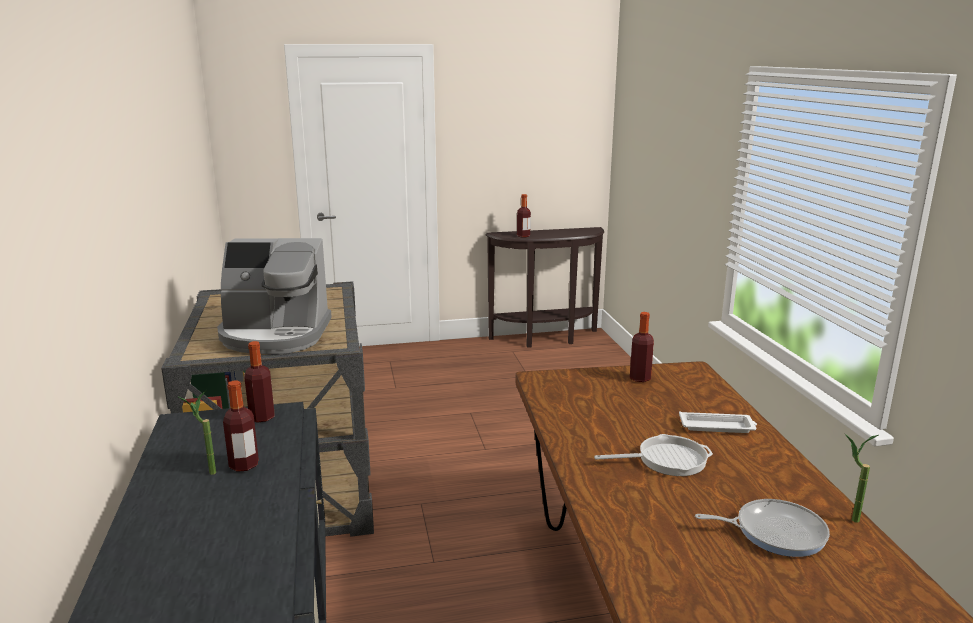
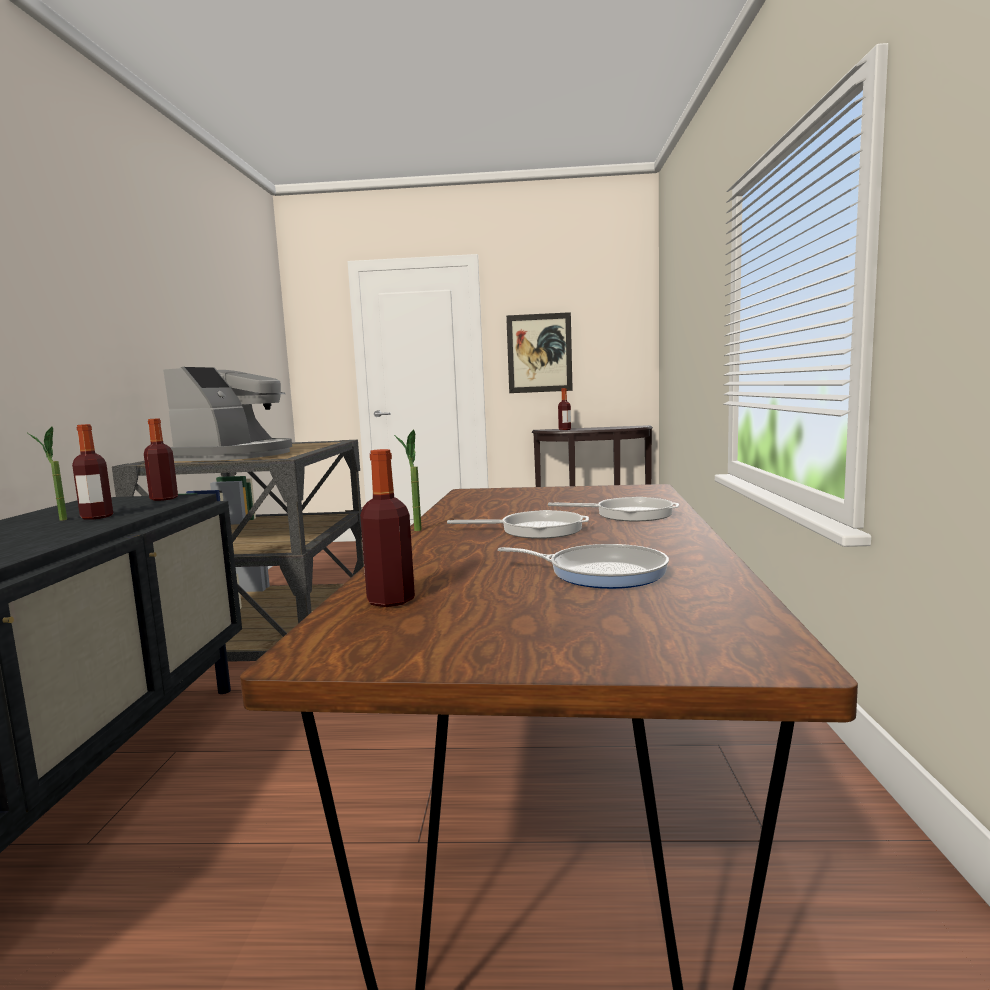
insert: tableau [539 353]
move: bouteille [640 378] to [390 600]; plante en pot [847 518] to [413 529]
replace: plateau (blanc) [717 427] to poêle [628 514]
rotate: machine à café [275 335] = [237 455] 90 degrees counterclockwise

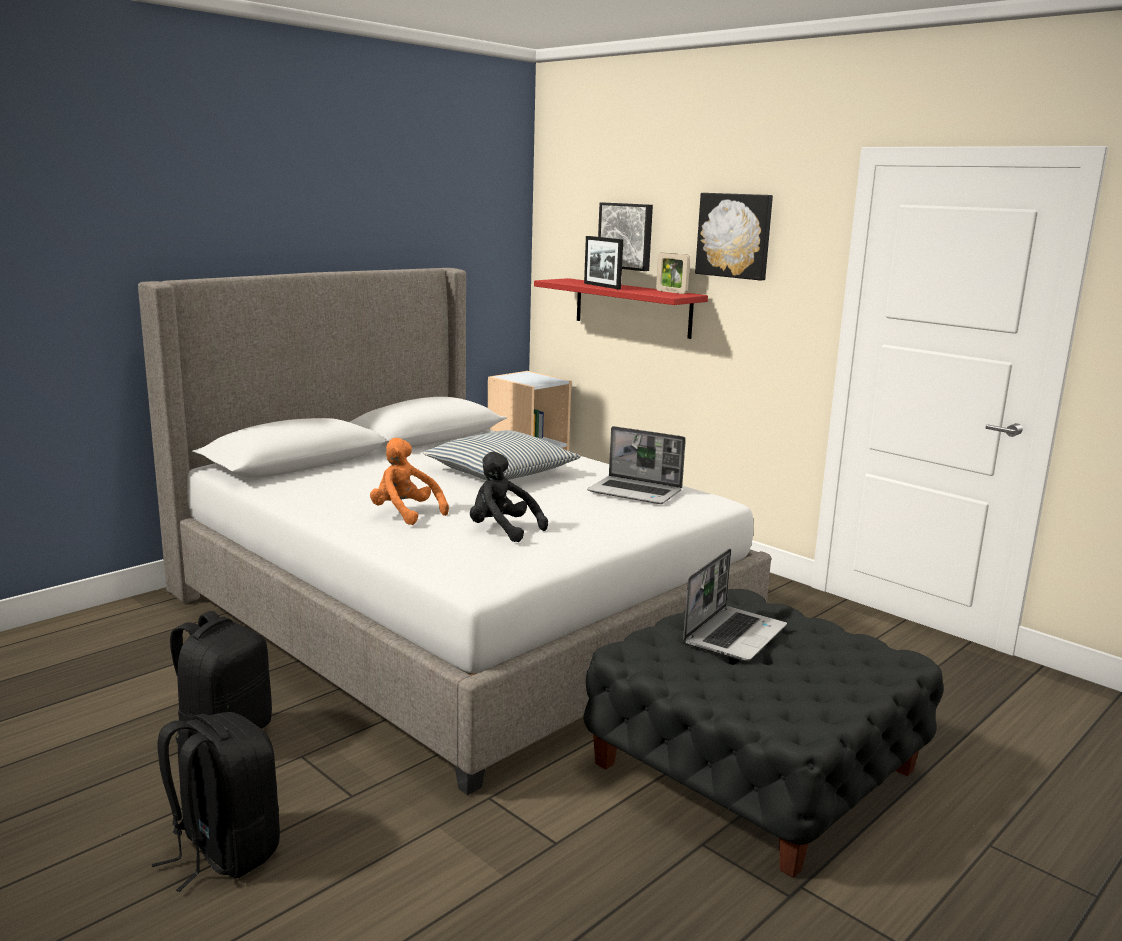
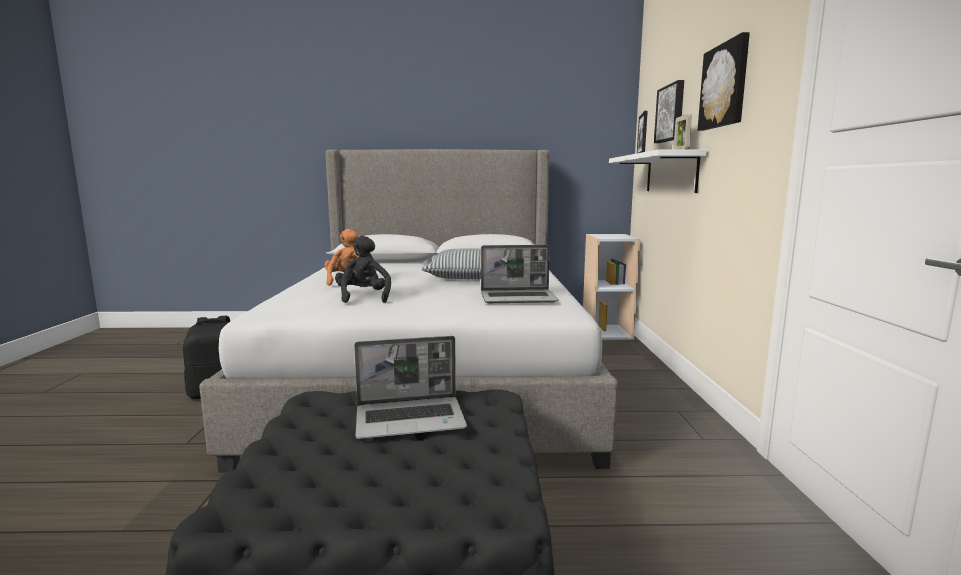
delete: sac à dos (noir) [223 852]
recolor: étagère (rouge) [632 307] to étagère (blanc) [671 173]
rotate: ordinateur portable [636 492] = [519 298] 75 degrees counterclockwise

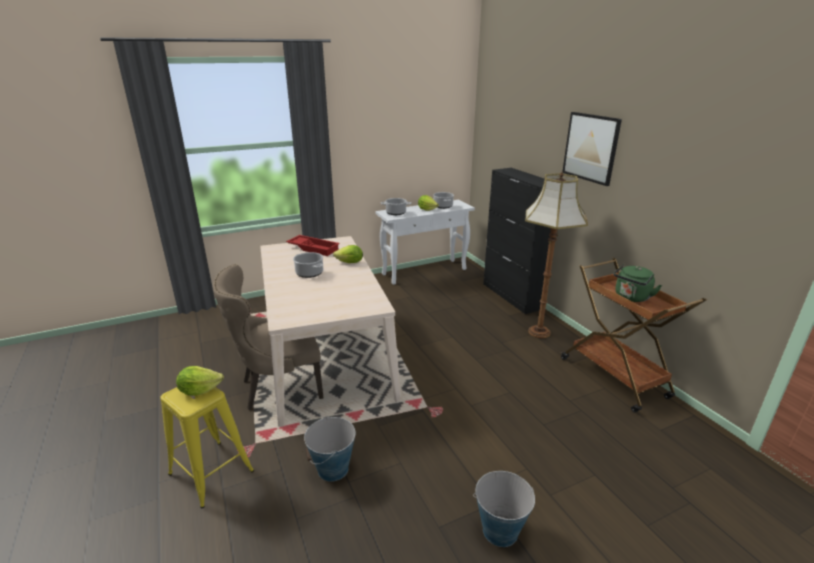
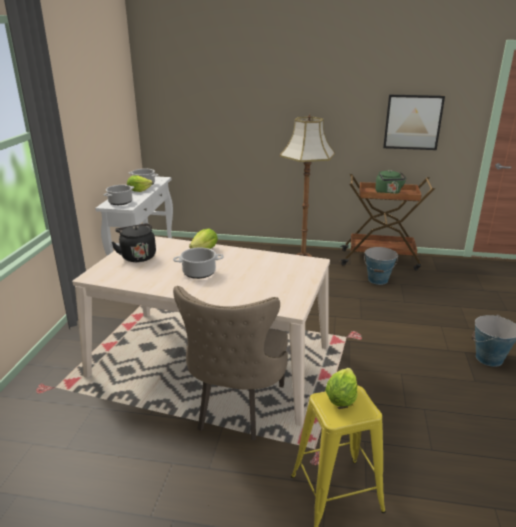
delete: meuble de rangement (noir) [512 296]
move: tableau [590 148] to [412 122]; seau [333 469] to [378 280]
replace: plateau (rouge) [314 248] to bouilloire (noir) [137 256]

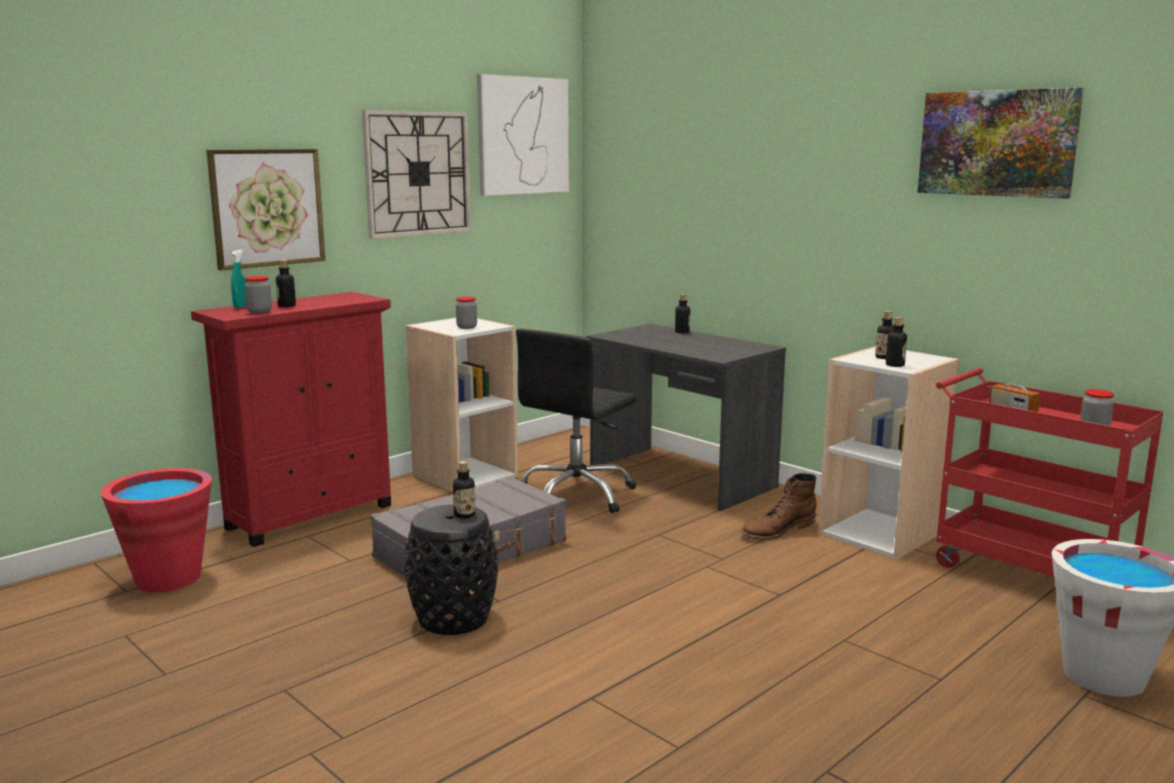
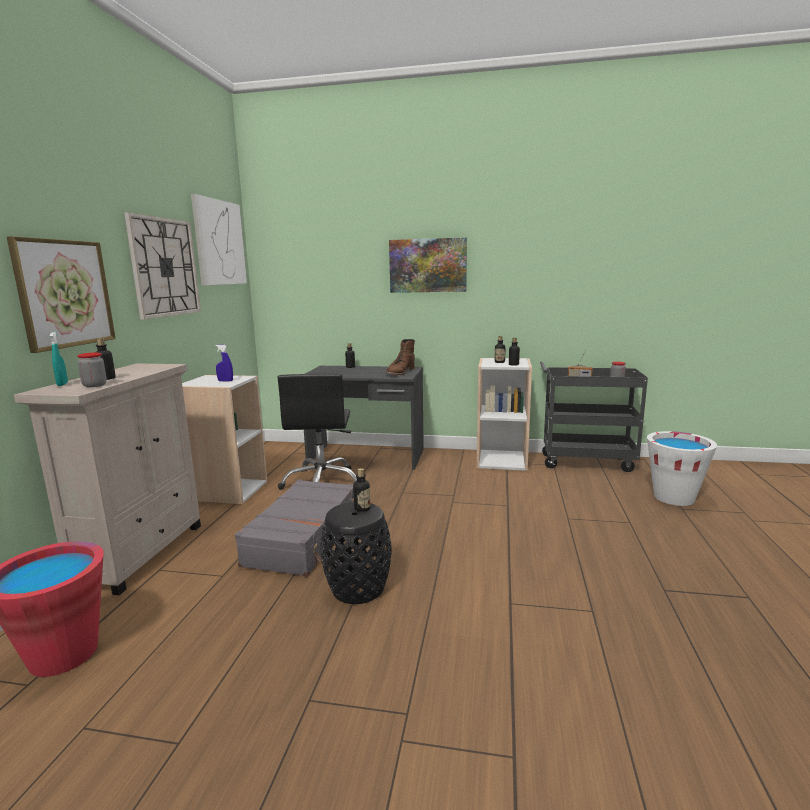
move: tableau [997 143] to [428 265]; botte (marron) [777 530] to [400 372]
replace: bocal [466 327] to vaporisateur (bleu) [225 381]
recolor: meuble de rangement (rouge) [311 516] to meuble de rangement (beige) [141 553]; chariot (rouge) [1024 577] to chariot (gris) [584 463]

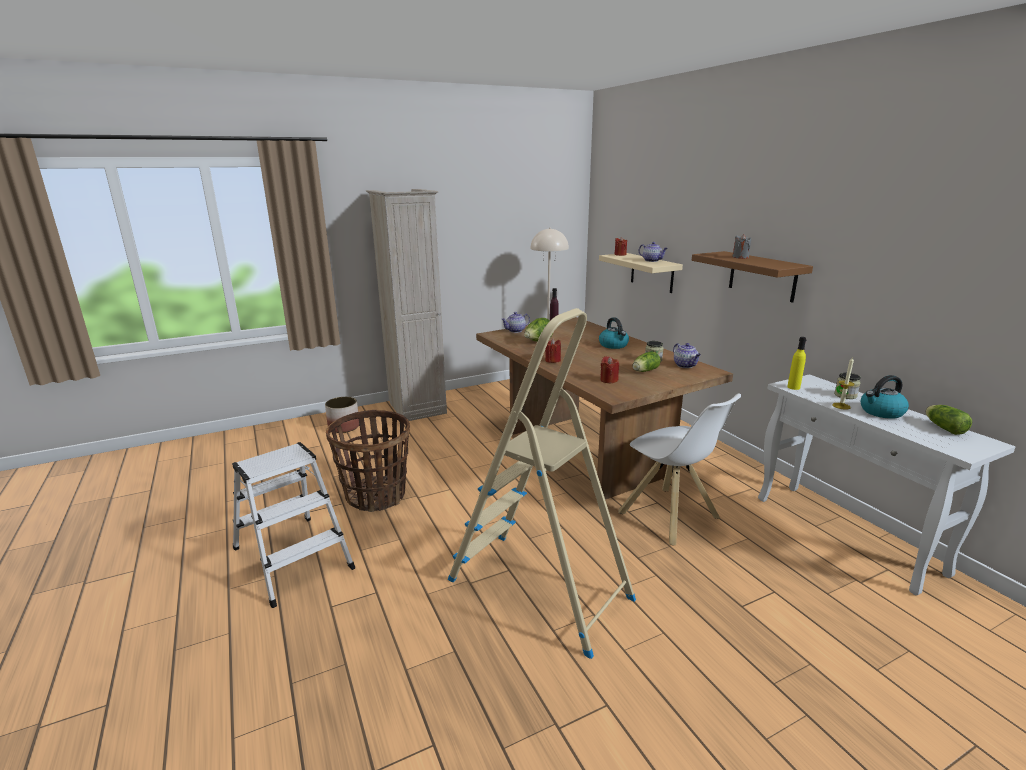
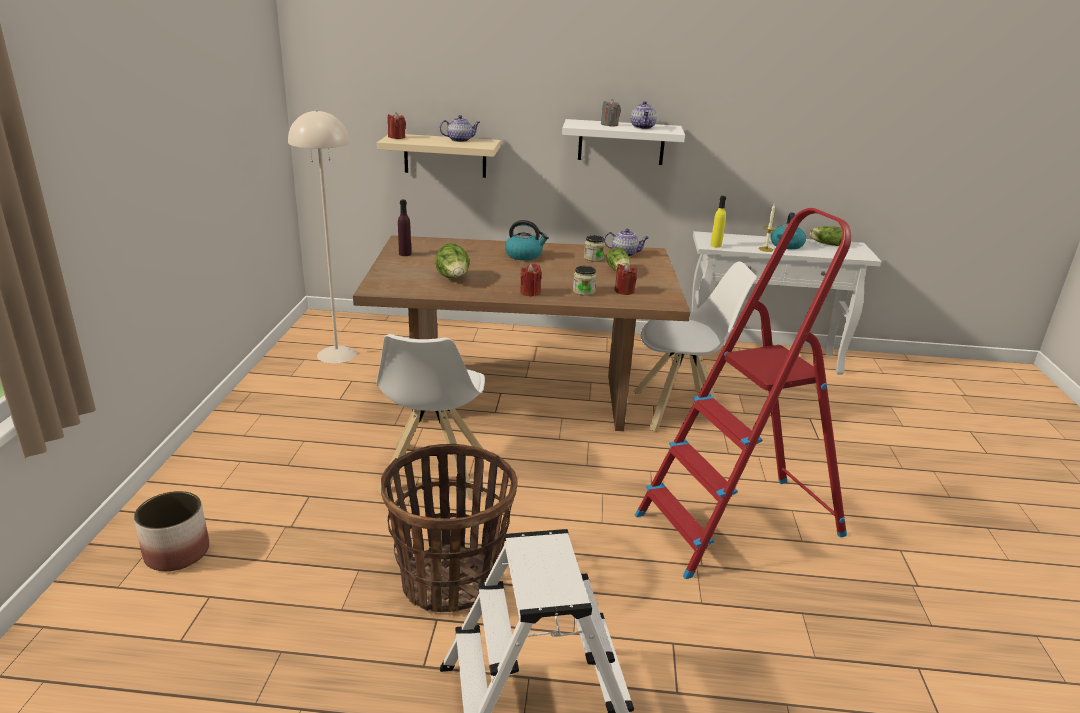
delete: meuble de rangement (beige) [418 408]
insert: chaise (blanc) [432 473]
move: théière [515 330] to [643 127]; bocal [845 395] to [584 291]
recolor: étagère (marron) [762 276] to étagère (blanc) [621 142]; escabeau (beige) [538 588] to escabeau (rouge) [738 525]

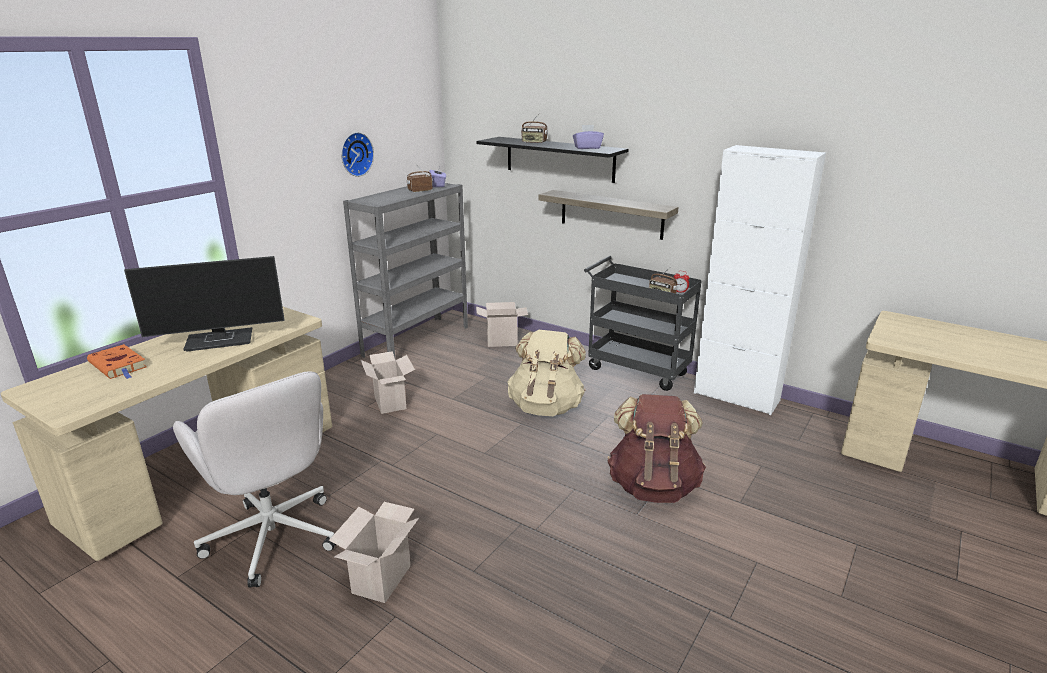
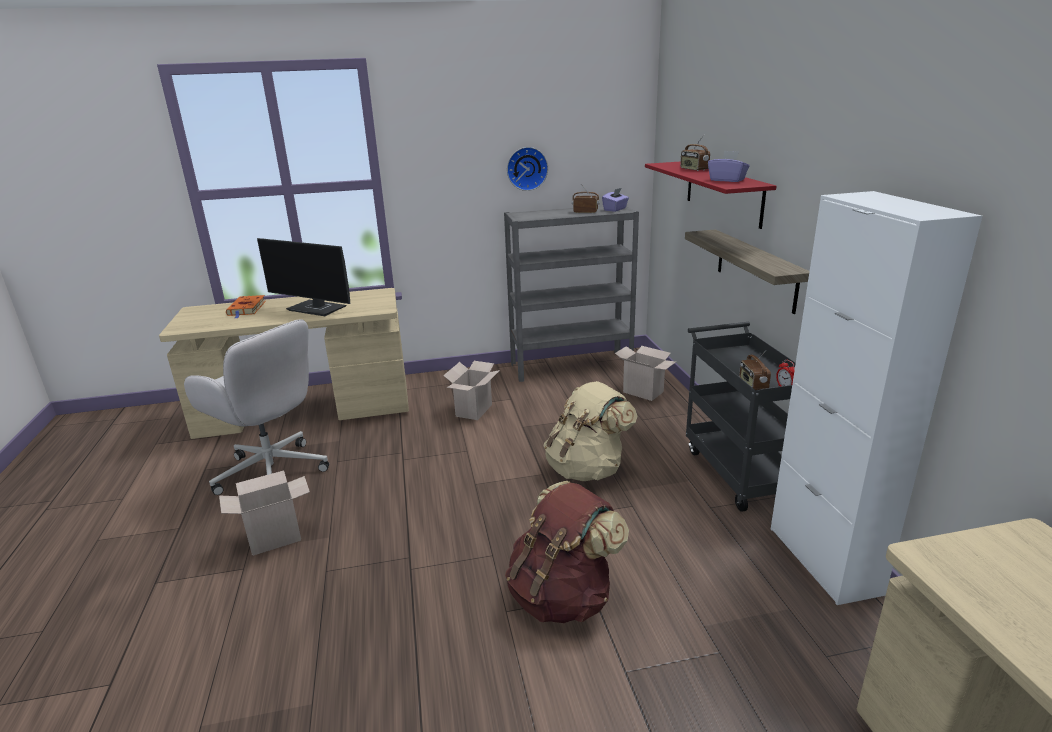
recolor: étagère (noir) [559 159] to étagère (rouge) [723 192]
rotate: chaise de bureau (blanc) [272 538] = [271 473] 60 degrees counterclockwise

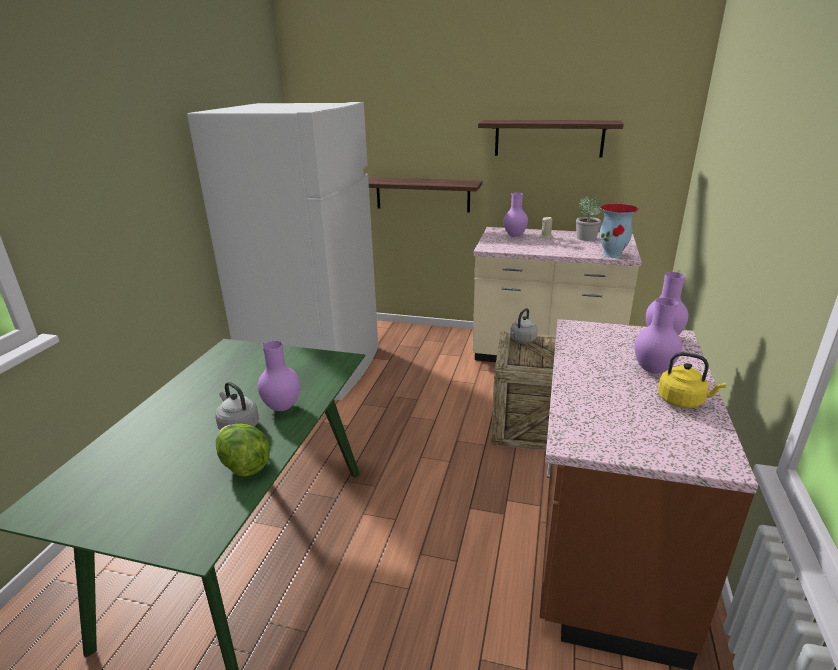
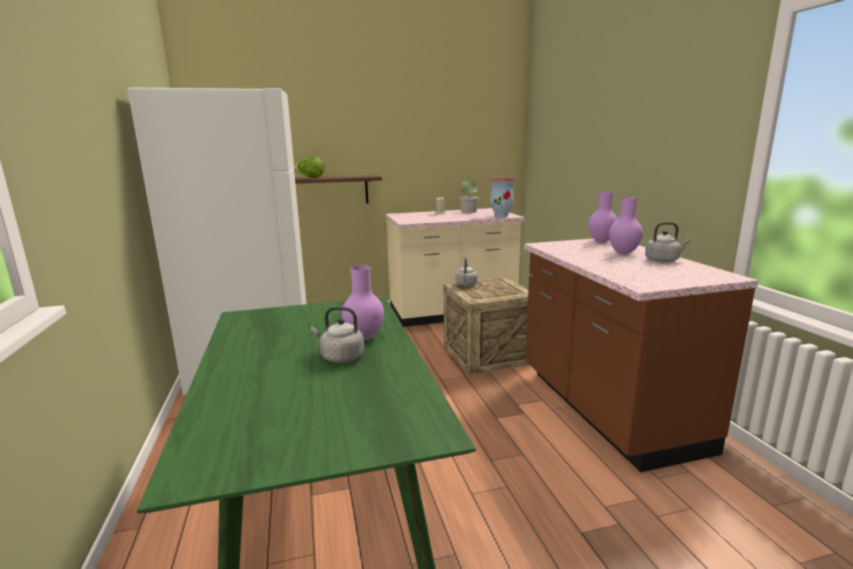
delete: étagère [548 138]; vase (violet) [514 236]
move: laitue [244 465] to [310 178]
recolor: bouilloire (jaune) [683 401] to bouilloire (gris) [663 260]

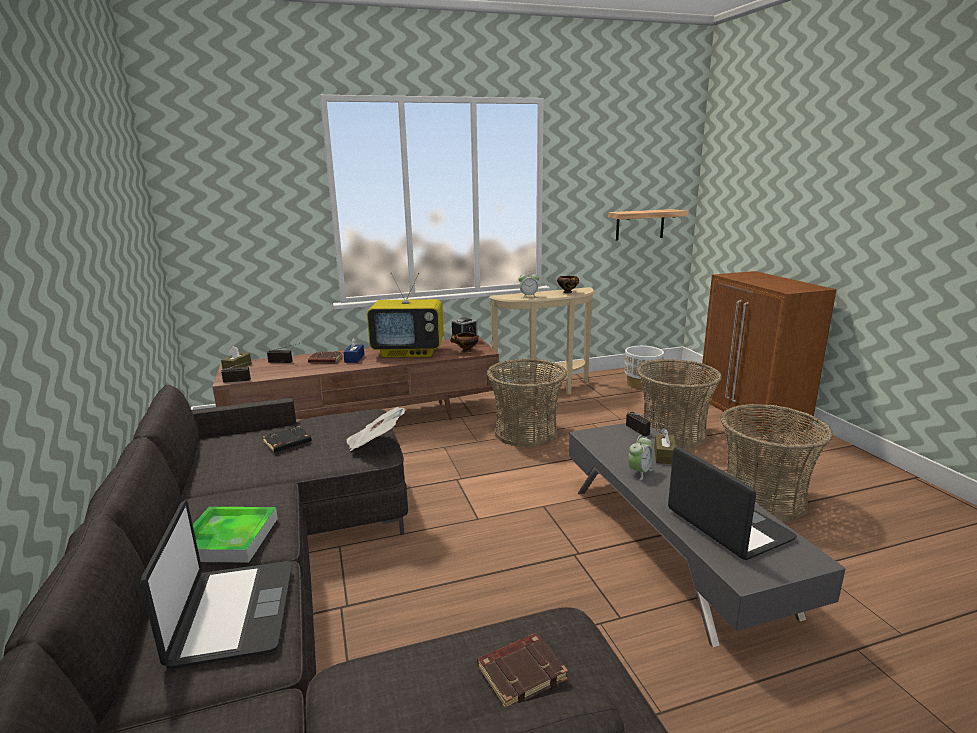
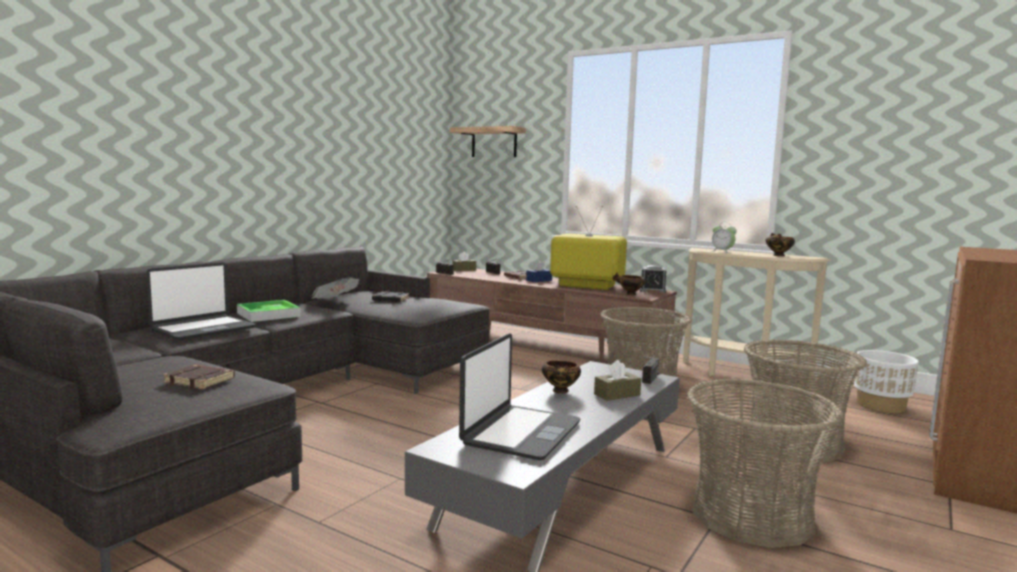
move: étagère [640 224] to [494 142]; journal [375 443] to [335 302]
replace: réveil [639 472] to bol [561 391]
rotate: téléviseur [409 352] = [586 286] 150 degrees clockwise

